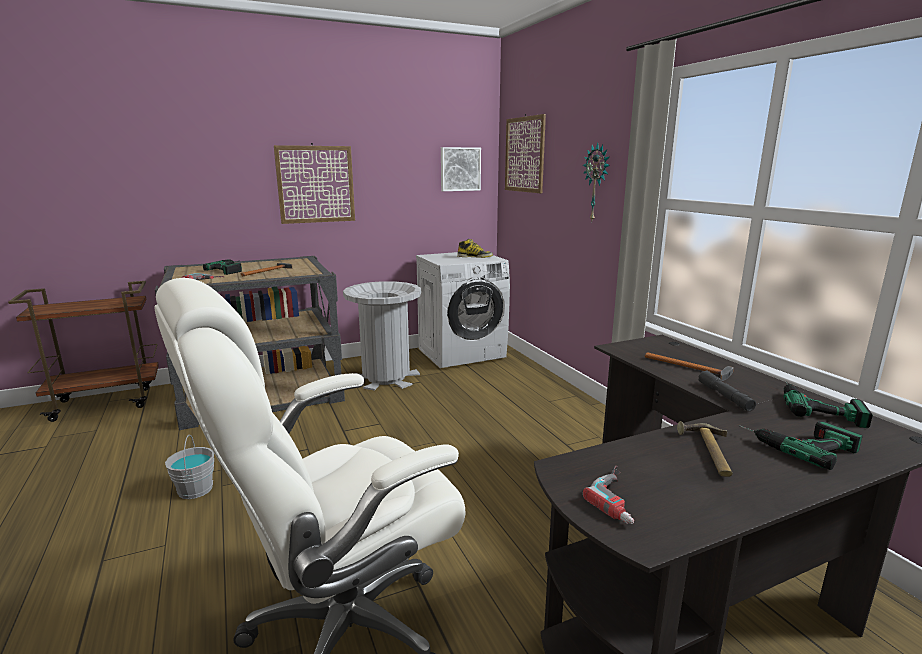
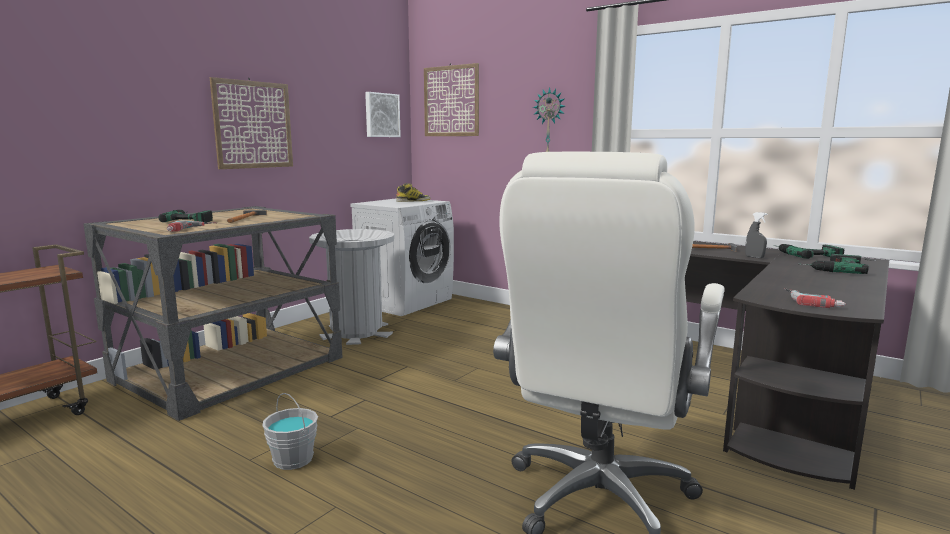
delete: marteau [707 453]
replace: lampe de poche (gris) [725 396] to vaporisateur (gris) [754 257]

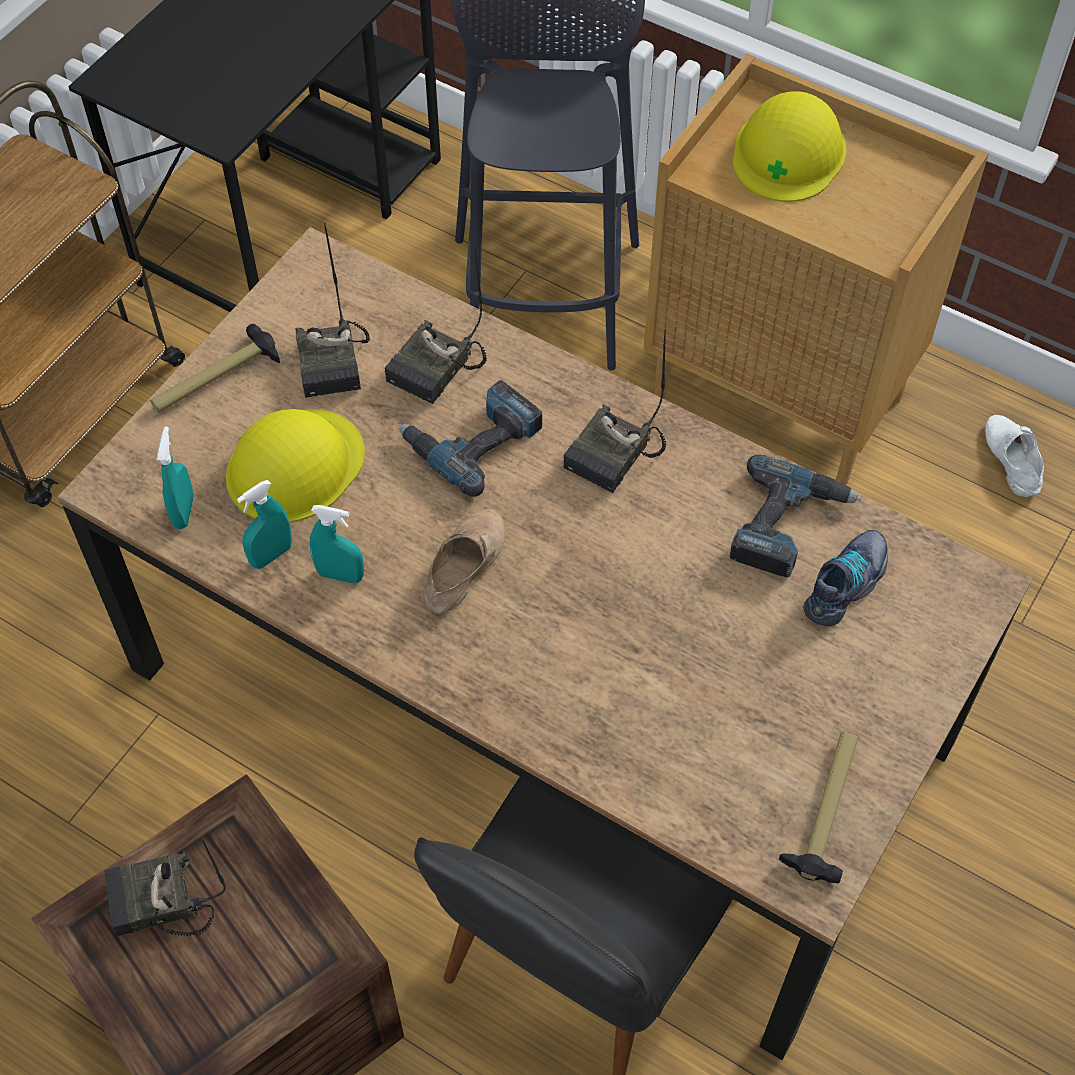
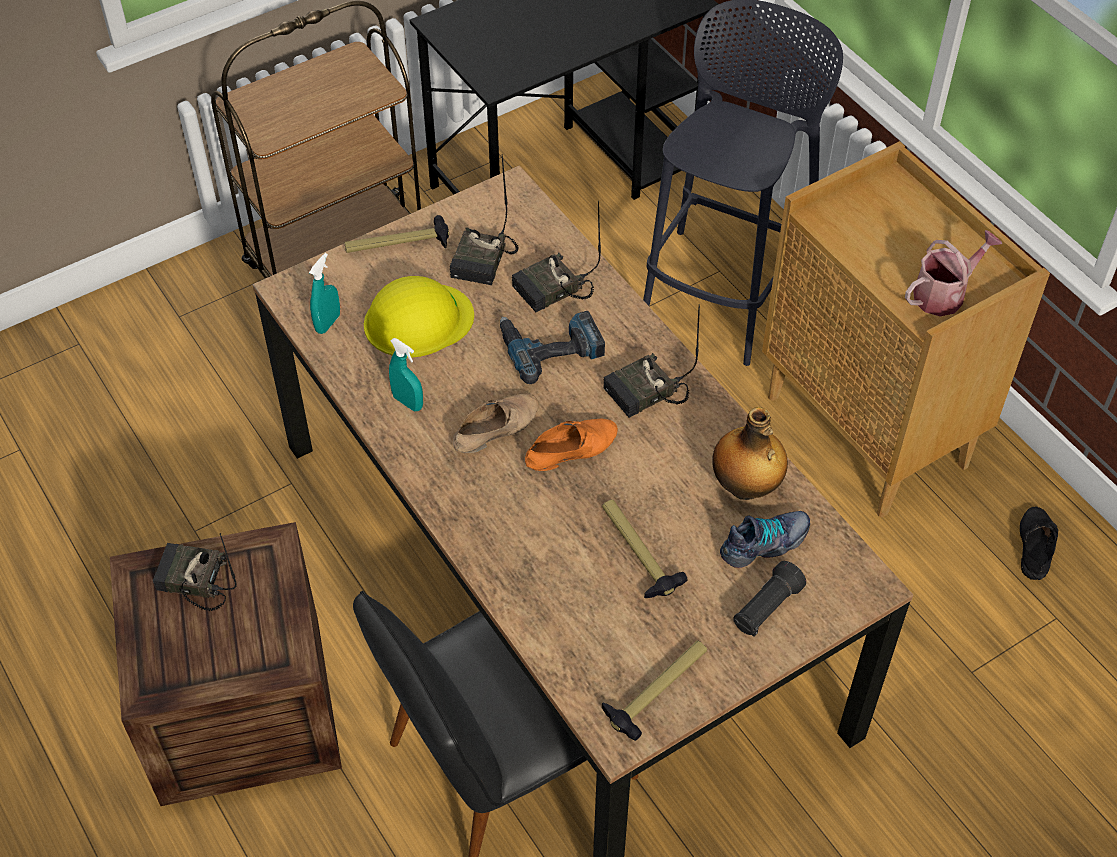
delete: casque de chantier (jaune) [789 153]; vaporisateur (turquoise) [271 555]
insert: arrosoir [944 294]; chaussure (orange) [570 448]; marteau [637 551]; lampe de poche (noir) [766 608]
replace: perceuse [787 525] to bouteille [745 487]
recolor: chaussure (blanc) [1010 459] to chaussure (noir) [1033 546]

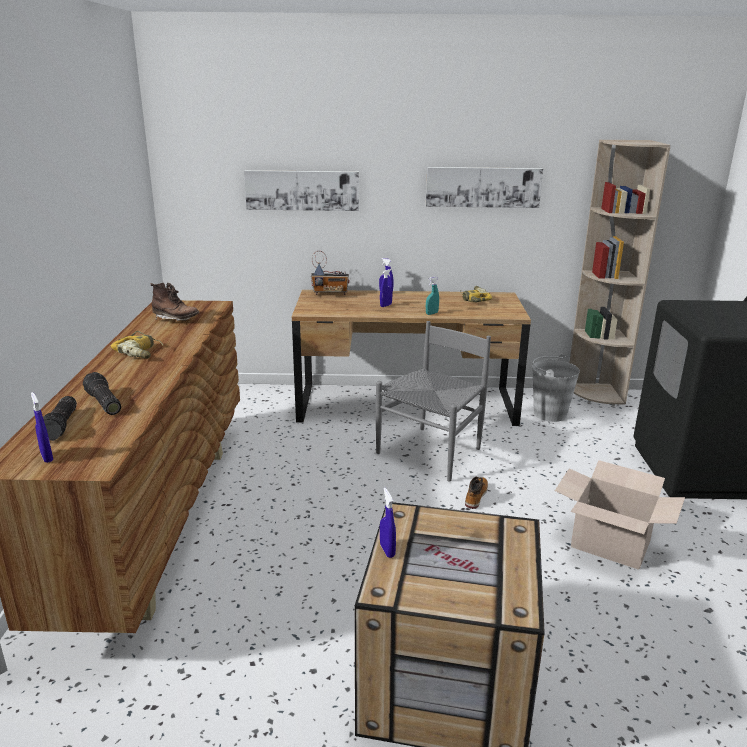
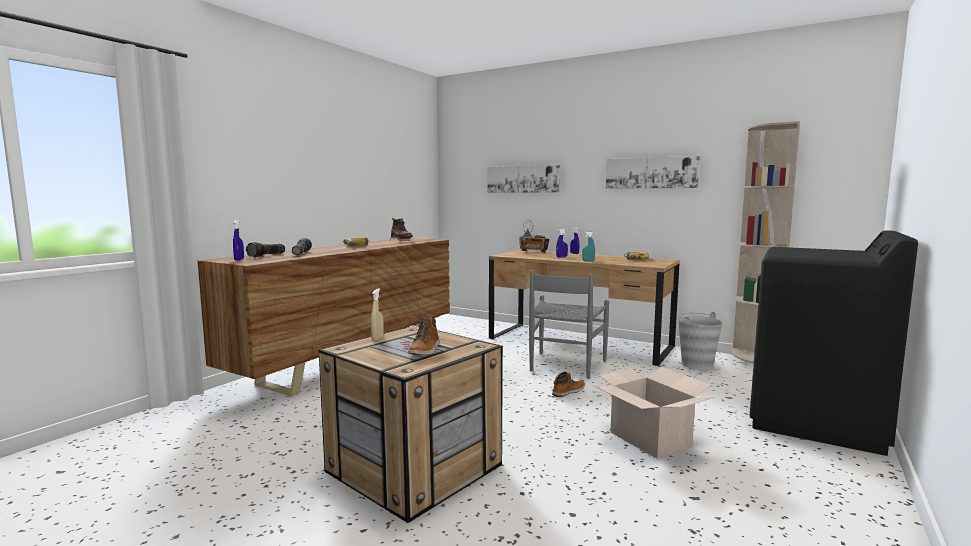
insert: botte [425 350]
recolor: vaporisateur (bleu) [387 550] to vaporisateur (beige) [377 338]
rotate: chaise (gris) [432 452] = [565 366] 135 degrees clockwise

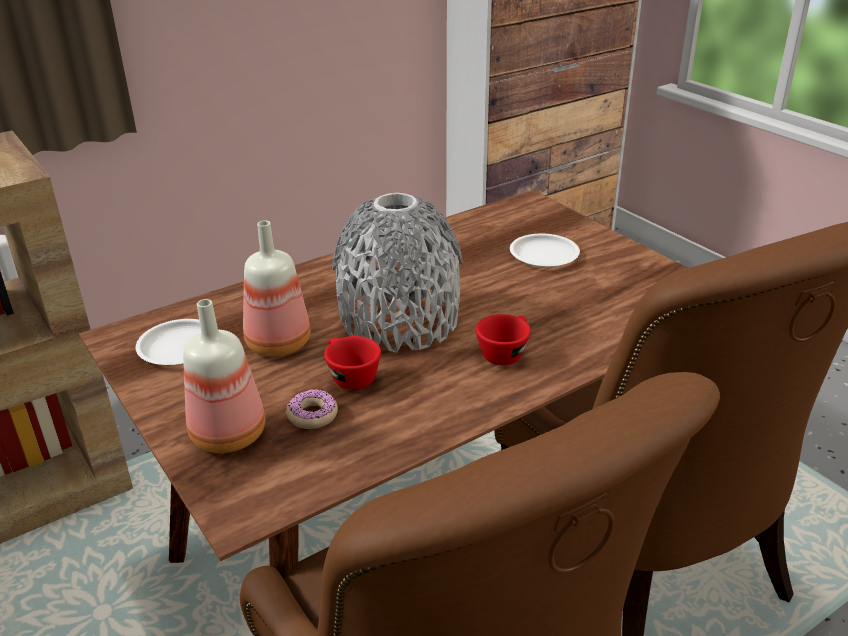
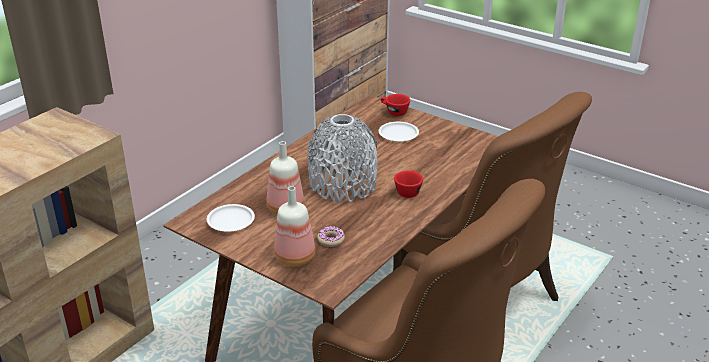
move: tasse (rouge) [349 376] to [394 112]

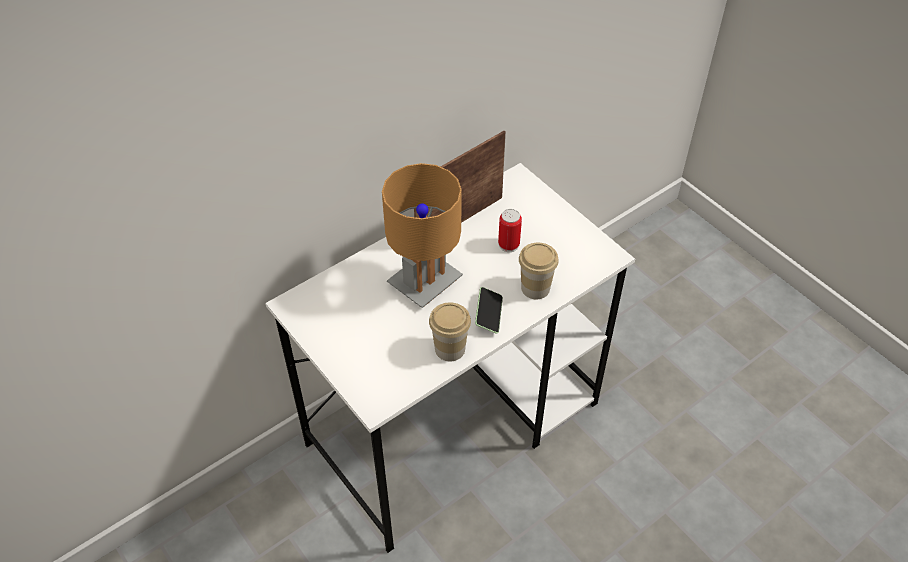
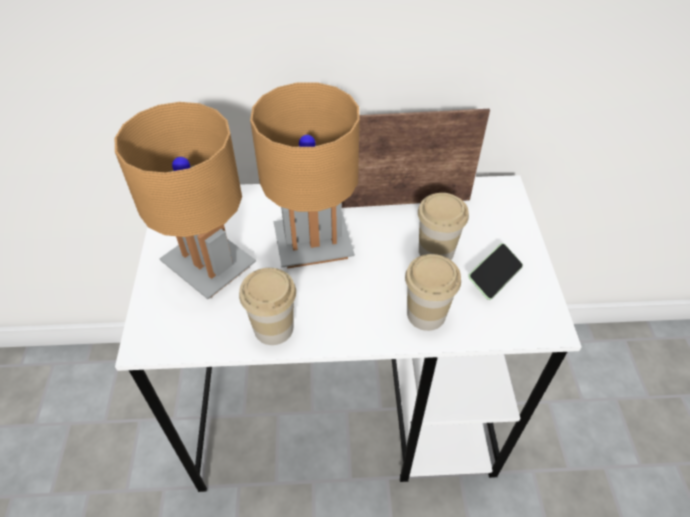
insert: lampe de table (marron) [208 266]
move: téléphone [488 314] to [494 277]
replace: boîte métallique [508 244] to tasse [436 251]

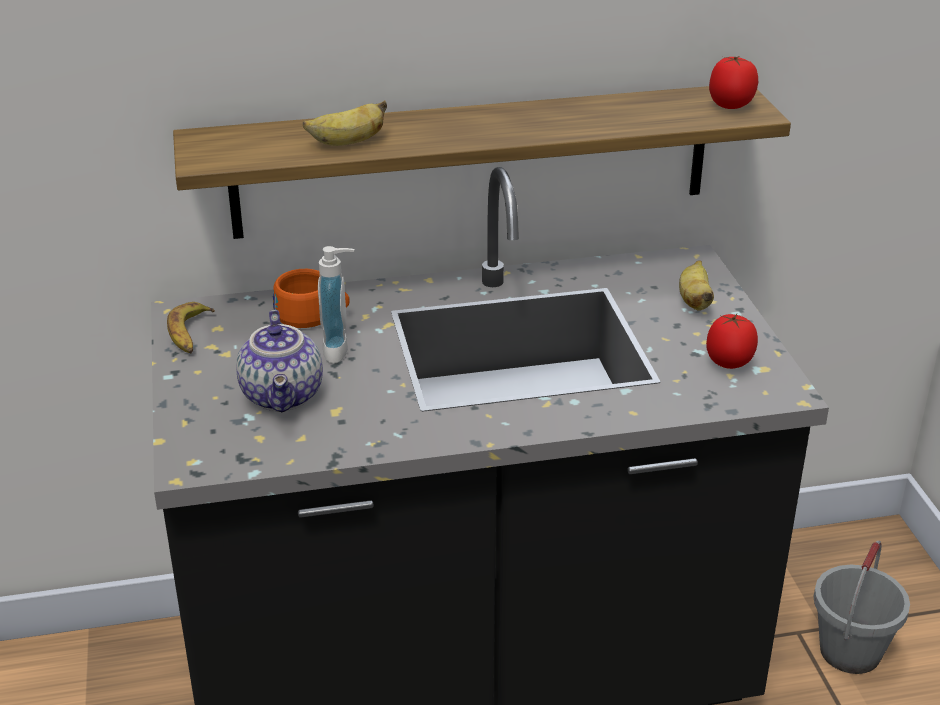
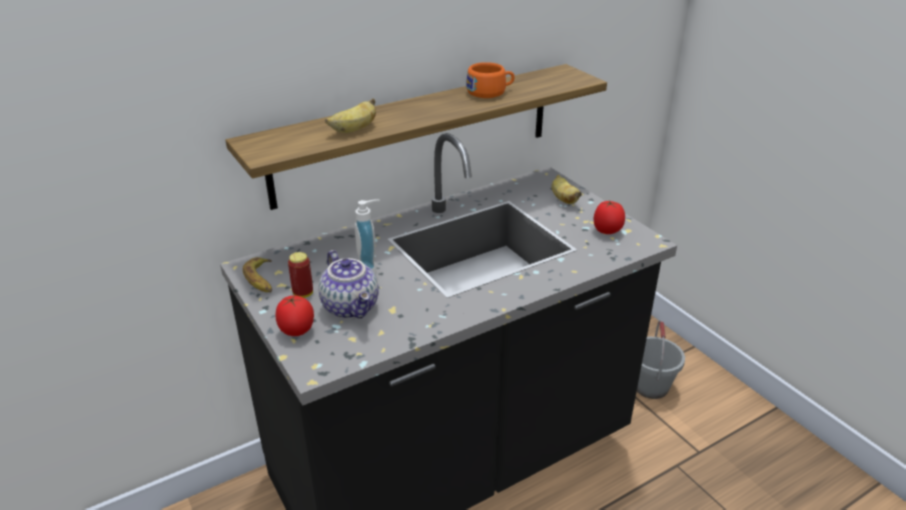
insert: boîte métallique [303 294]
move: tomate [731 106] to [297 331]; tasse (orange) [312 316] to [490 92]

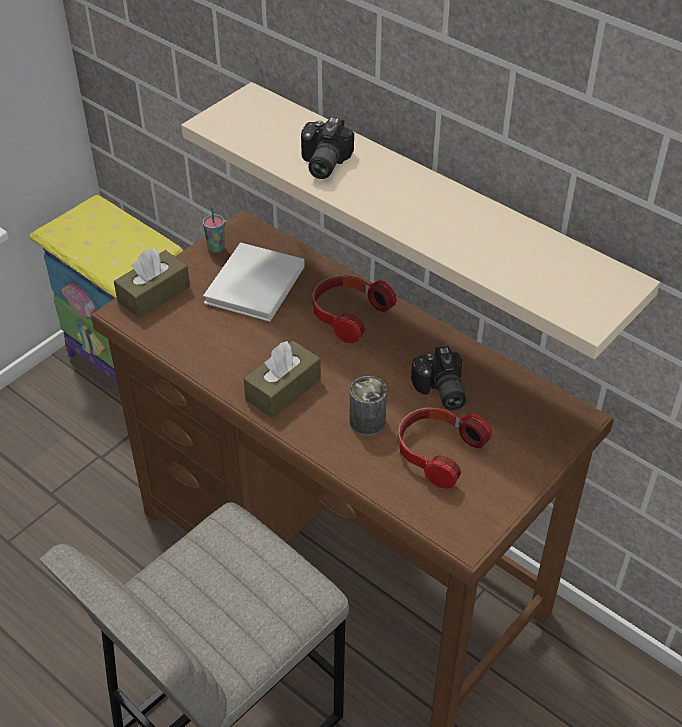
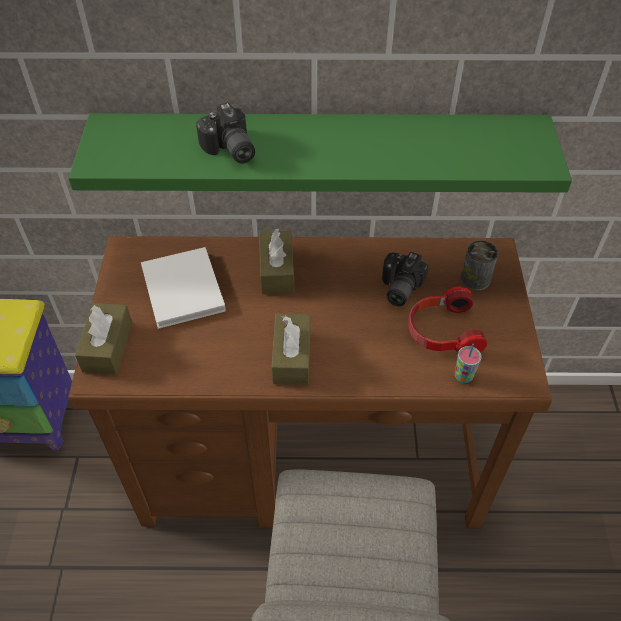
move: tasse [216 248] to [463 376]; boîte métallique [367 421] to [475 279]
replace: casque audio [347 314] to boîte à mouchoirs (marron) [277 271]
recolor: étagère (beige) [432 209] to étagère (vert) [319 148]
rotate: appareil photo [440 392] = [398 288] 75 degrees clockwise

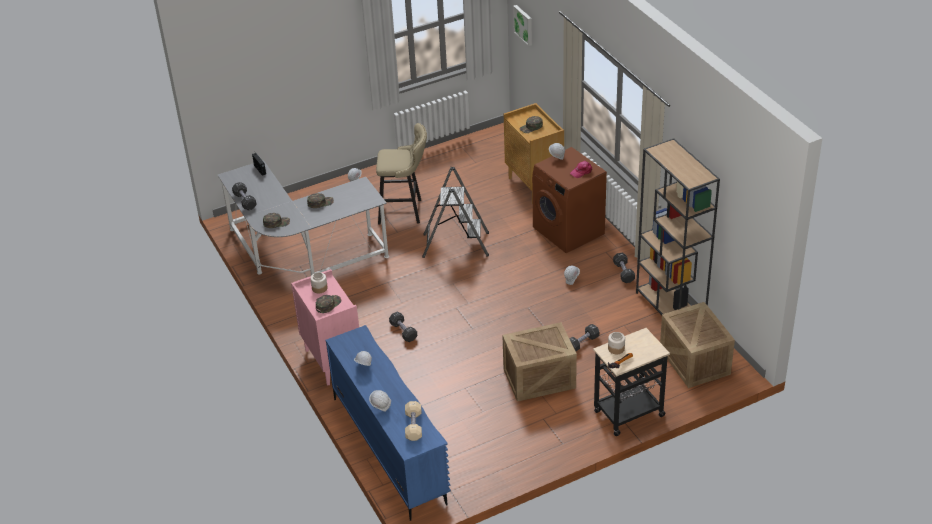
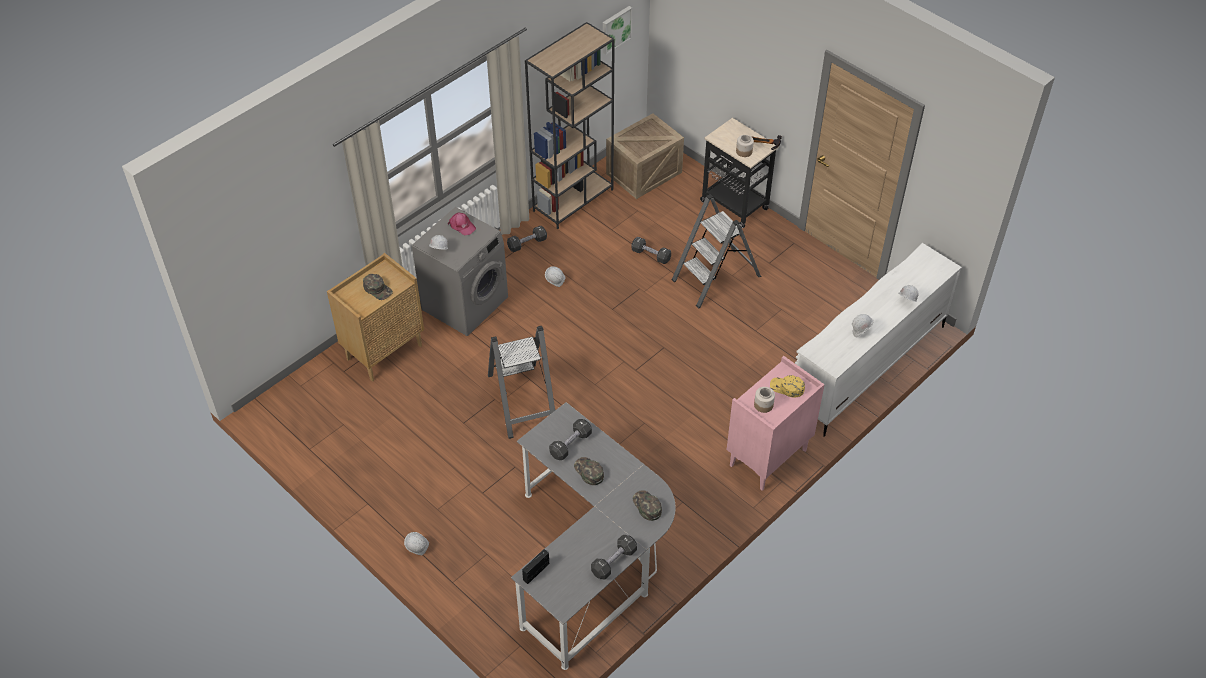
delete: tabouret (beige) [406 211]; haltère (beige) [413 426]
move: tableau [524 24] to [615 29]; haltère (noir) [403 331] to [570 444]
replace: caisse [538 379] to escabeau (gris) [717 277]
recolor: lave-linge (marron) [567 230] to lave-linge (gris) [466 303]; casquette (vert) [328 304] to casquette (jaune) [787 388]; commode (bleu) [390 449] to commode (blanc) [867 368]

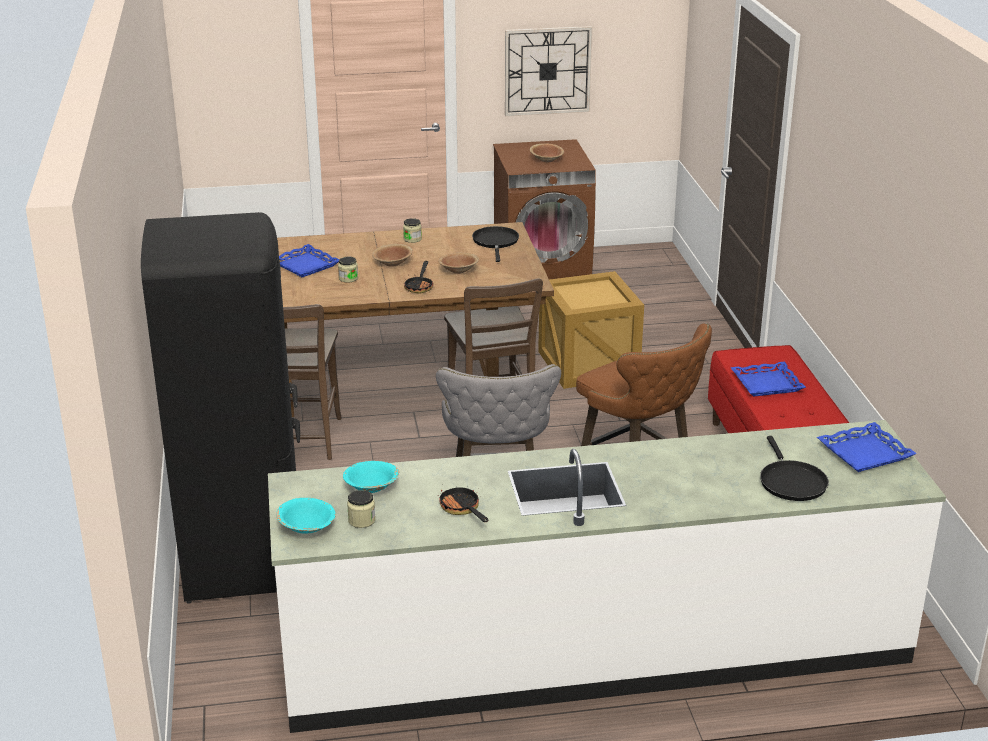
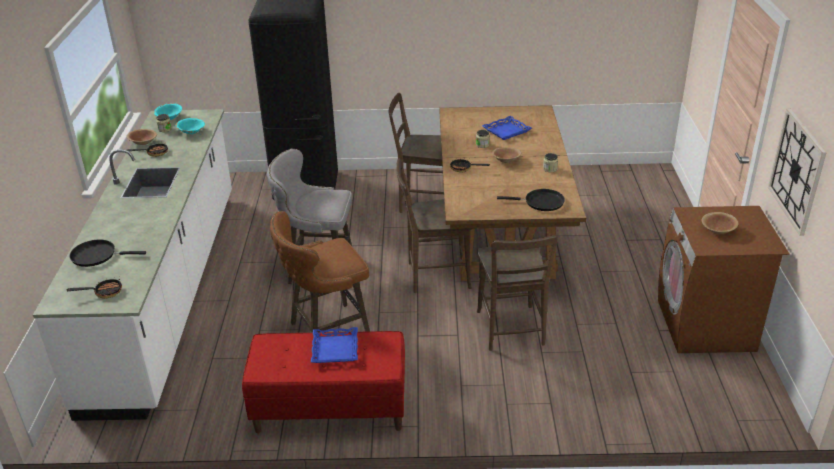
move: bol (marron) [458 270] to [143 142]
replace: caisse [589 365] to chaise (marron) [511 331]; plateau (bleu) [865 453] to poêle [104 292]

